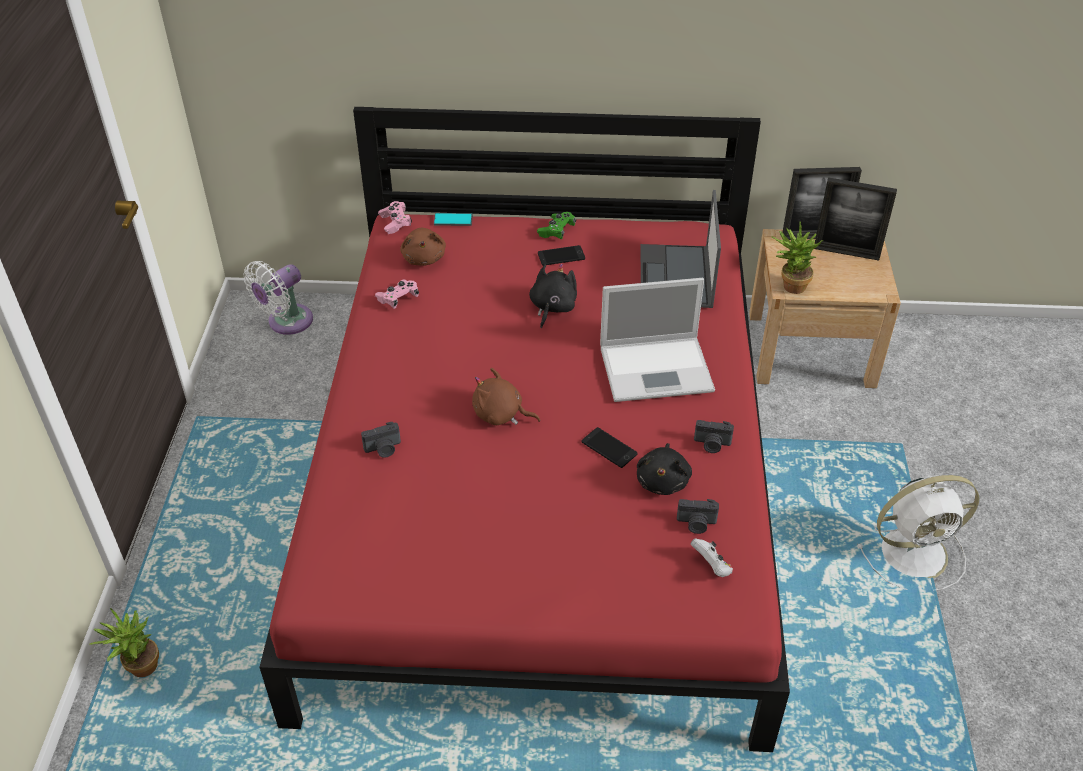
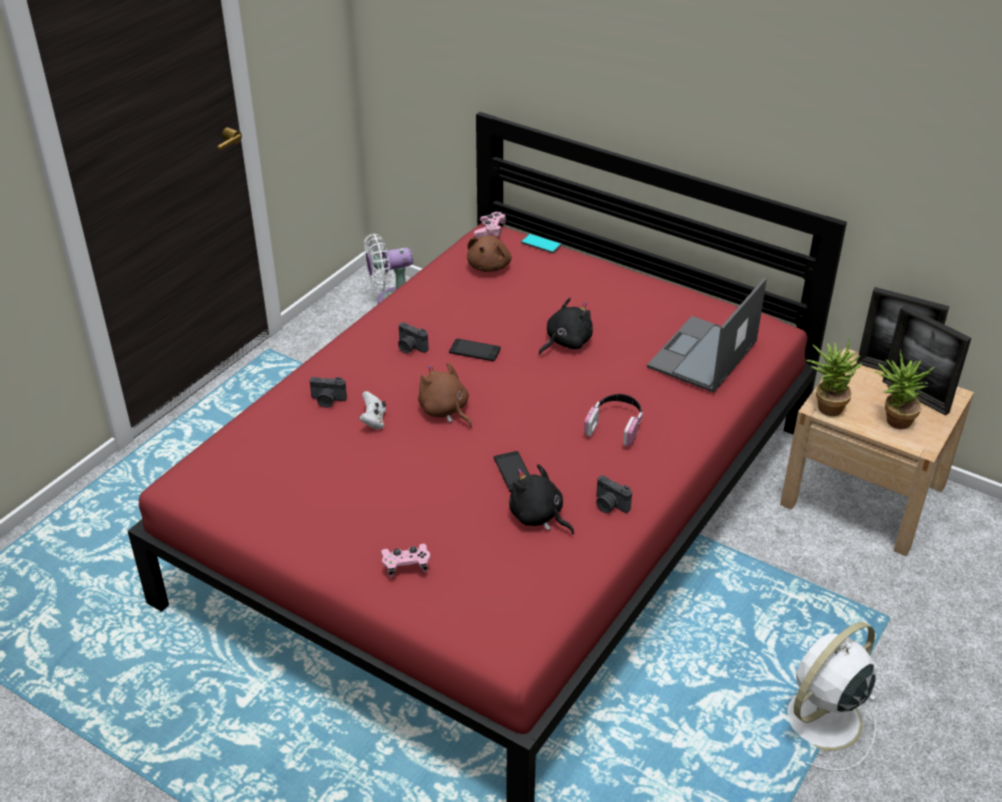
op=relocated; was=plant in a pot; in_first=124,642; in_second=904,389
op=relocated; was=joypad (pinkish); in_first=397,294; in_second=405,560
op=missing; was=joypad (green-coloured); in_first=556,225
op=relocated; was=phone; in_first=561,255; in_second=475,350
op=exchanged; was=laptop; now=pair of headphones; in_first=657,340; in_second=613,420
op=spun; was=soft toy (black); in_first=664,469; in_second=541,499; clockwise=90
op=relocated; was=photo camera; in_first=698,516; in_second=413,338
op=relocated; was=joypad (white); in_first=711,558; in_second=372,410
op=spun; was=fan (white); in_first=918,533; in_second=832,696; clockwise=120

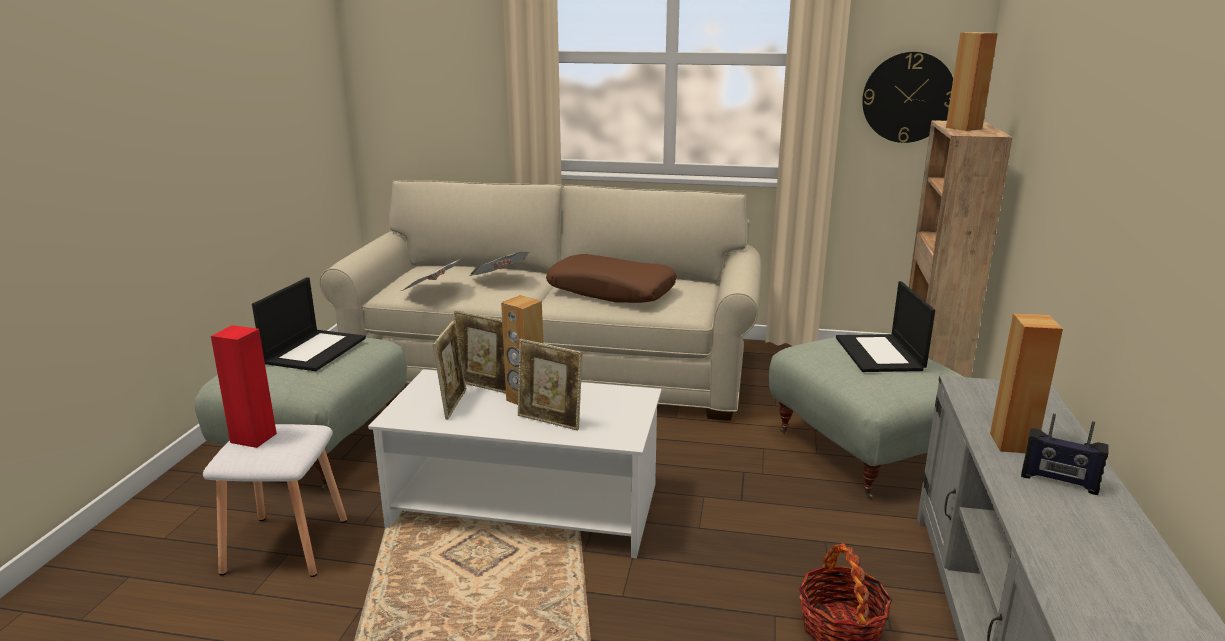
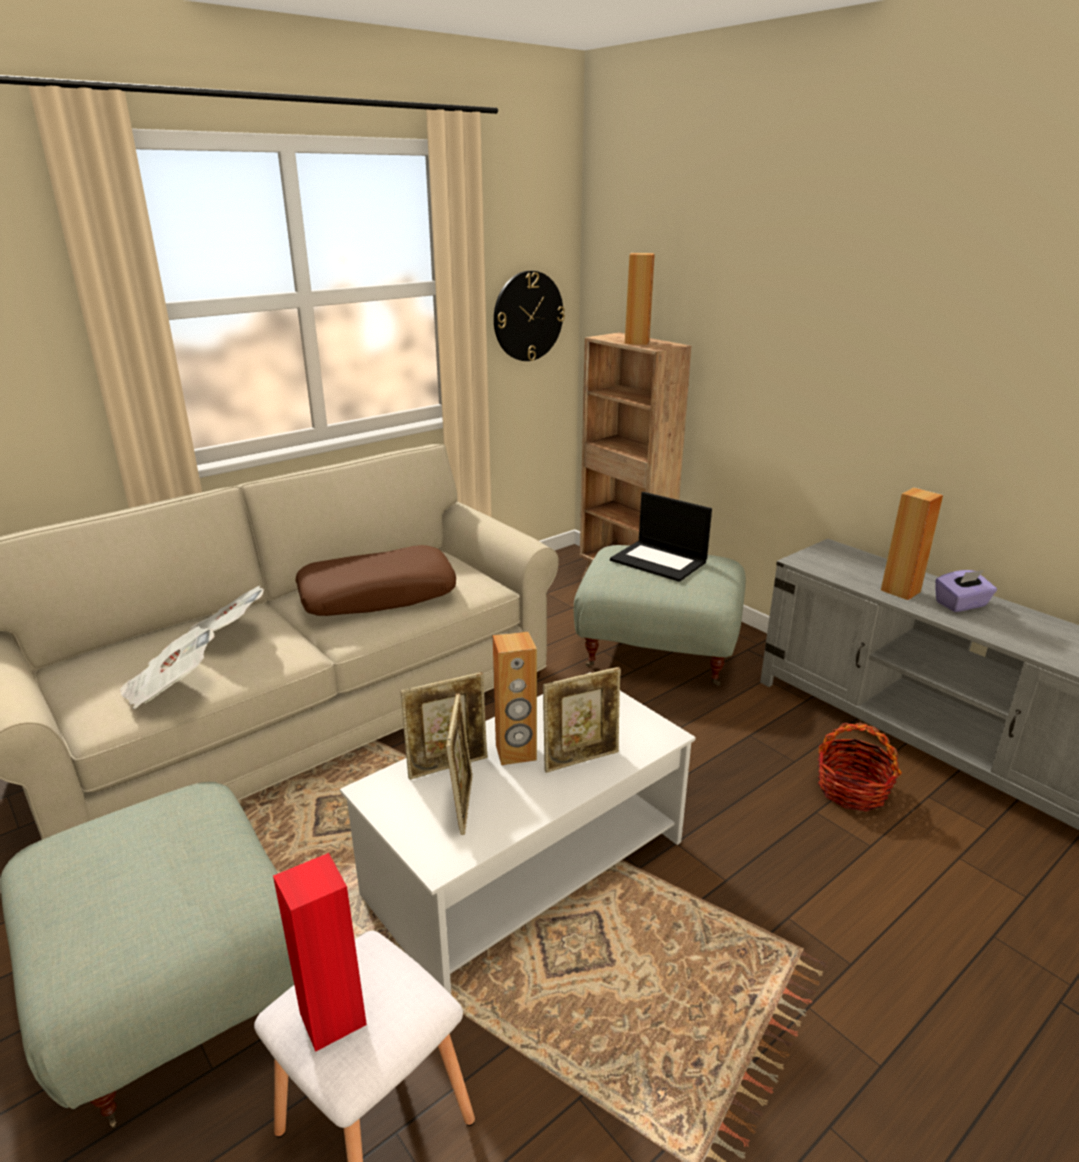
op=missing; was=laptop; in_first=309,324
op=spun; was=photo frame; in_first=449,370; in_second=459,764; clockwise=45
op=exchanged; was=radio; now=tissue holder (purple); in_first=1064,454; in_second=966,591

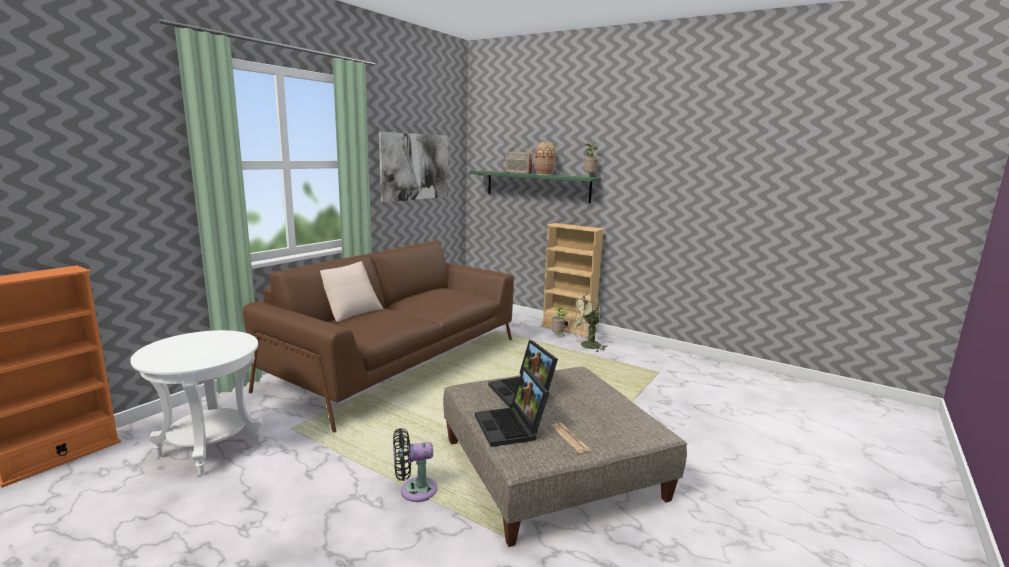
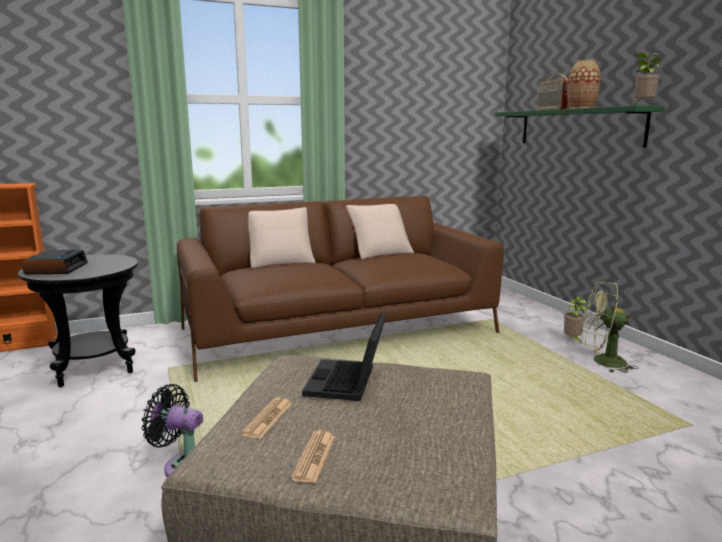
op=colour; was=accent table (white); now=accent table (black); in_first=196,403; in_second=78,320
op=missing; was=wall picture; in_first=413,167
op=exchanged; was=laptop; now=newspaper; in_first=512,407; in_second=266,418
op=missing; was=bookshelf (beige-coloured); in_first=572,280
op=appeared; now=table clock; in_second=55,262
op=appeared; now=cushion (beige-coloured); in_second=380,231

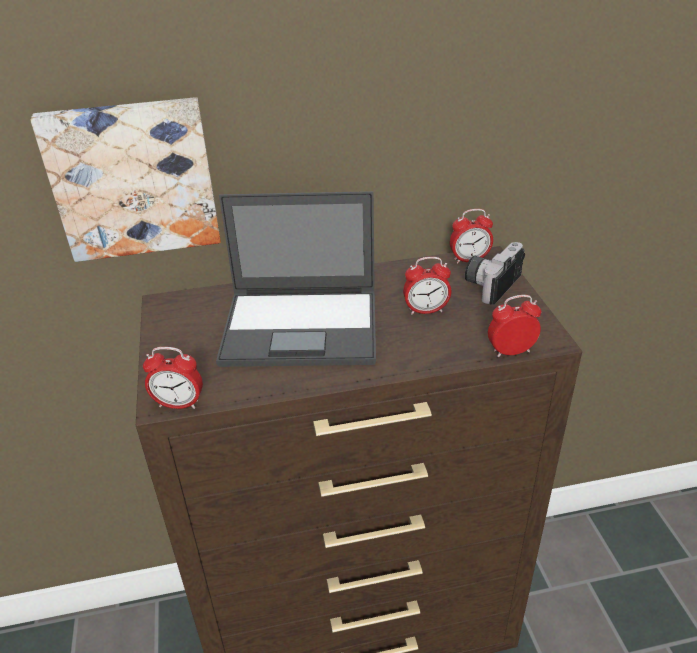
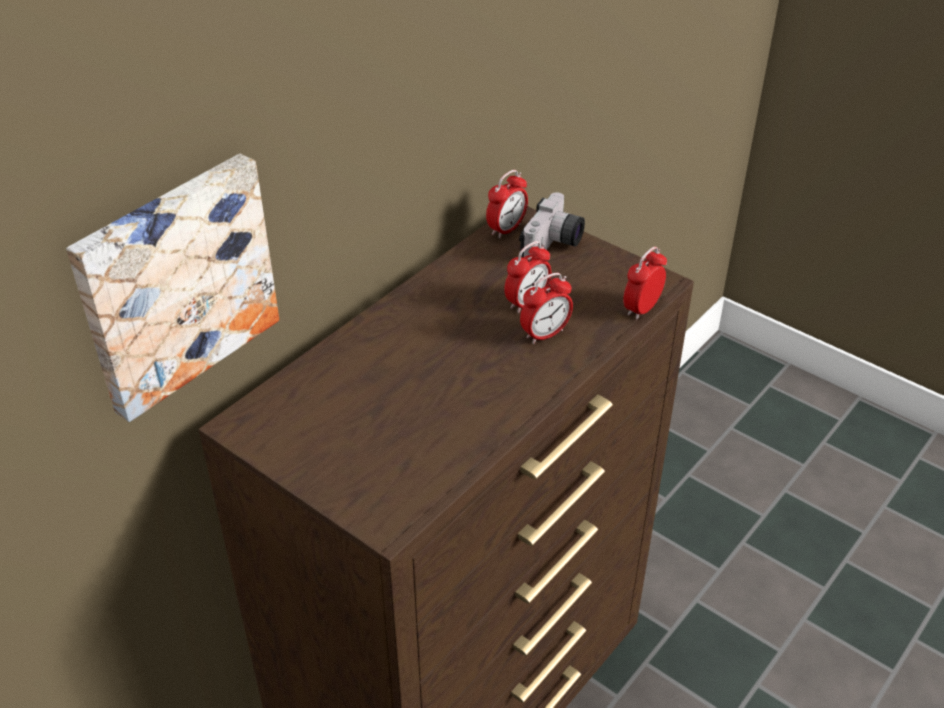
op=relocated; was=table clock; in_first=173,378; in_second=546,308
op=missing; was=laptop; in_first=296,279
op=spun; was=photo camera; in_first=495,273; in_second=552,224; clockwise=-150

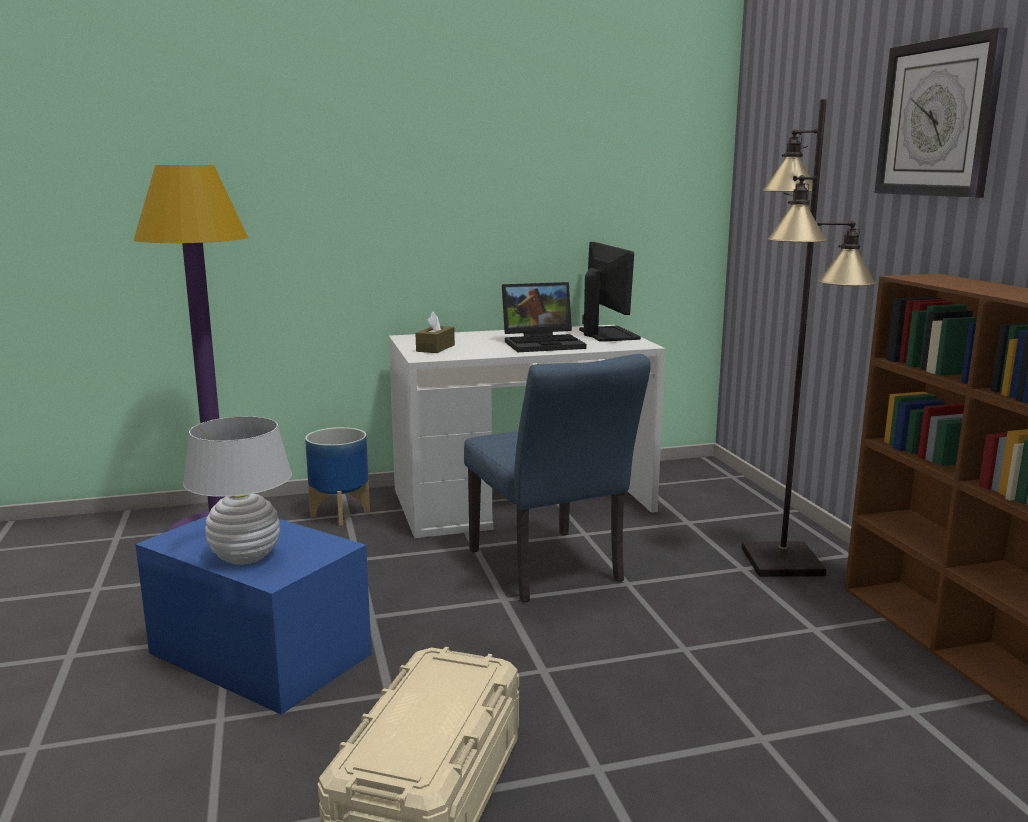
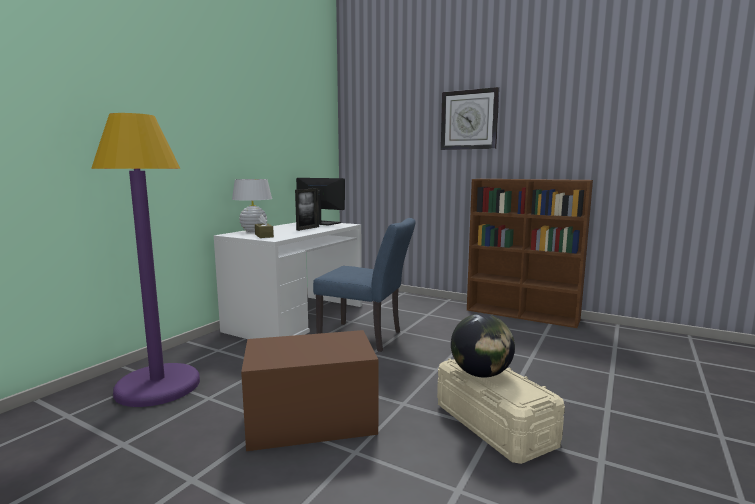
op=colour; was=storage bin (blue); now=storage bin (brownish); in_first=253,615; in_second=309,390
op=relocated; was=table lamp (white); in_first=237,490; in_second=252,205
op=missing; was=flower pot; in_first=337,476
op=exchanged; was=laptop; now=photo frame; in_first=544,317; in_second=307,209
op=missing; was=standing lamp (black); in_first=808,338
op=appeared; now=globe; in_second=483,346

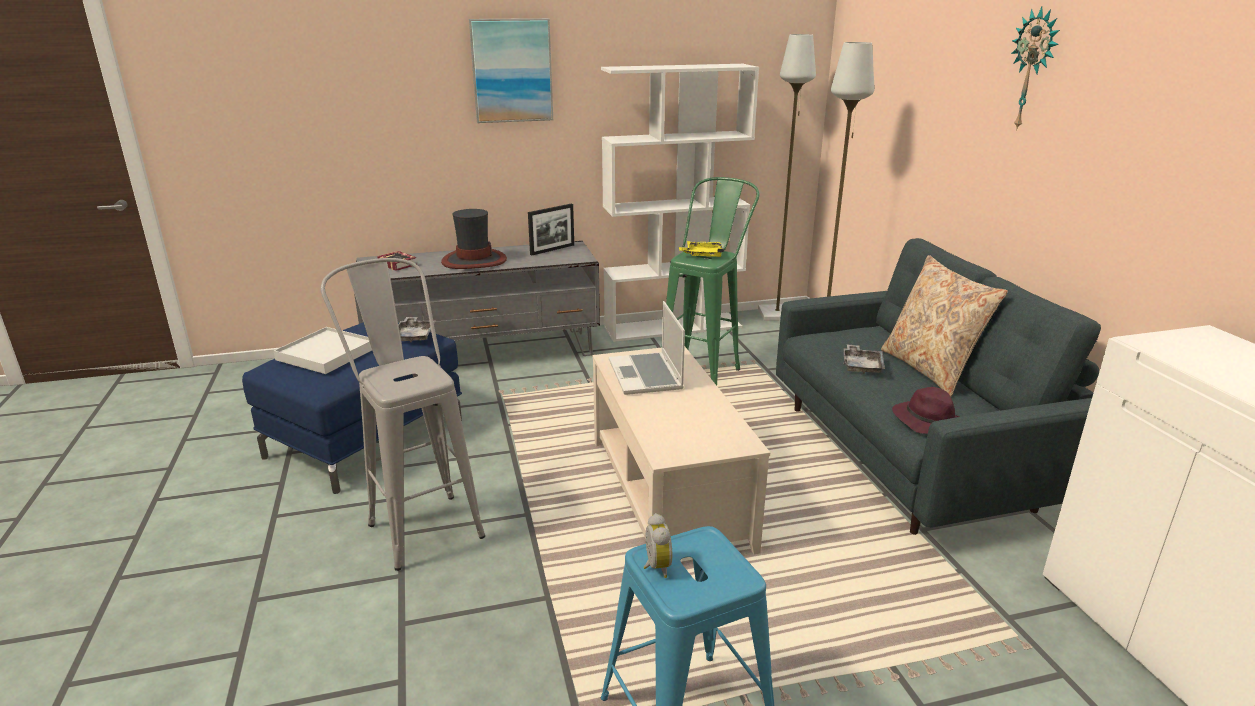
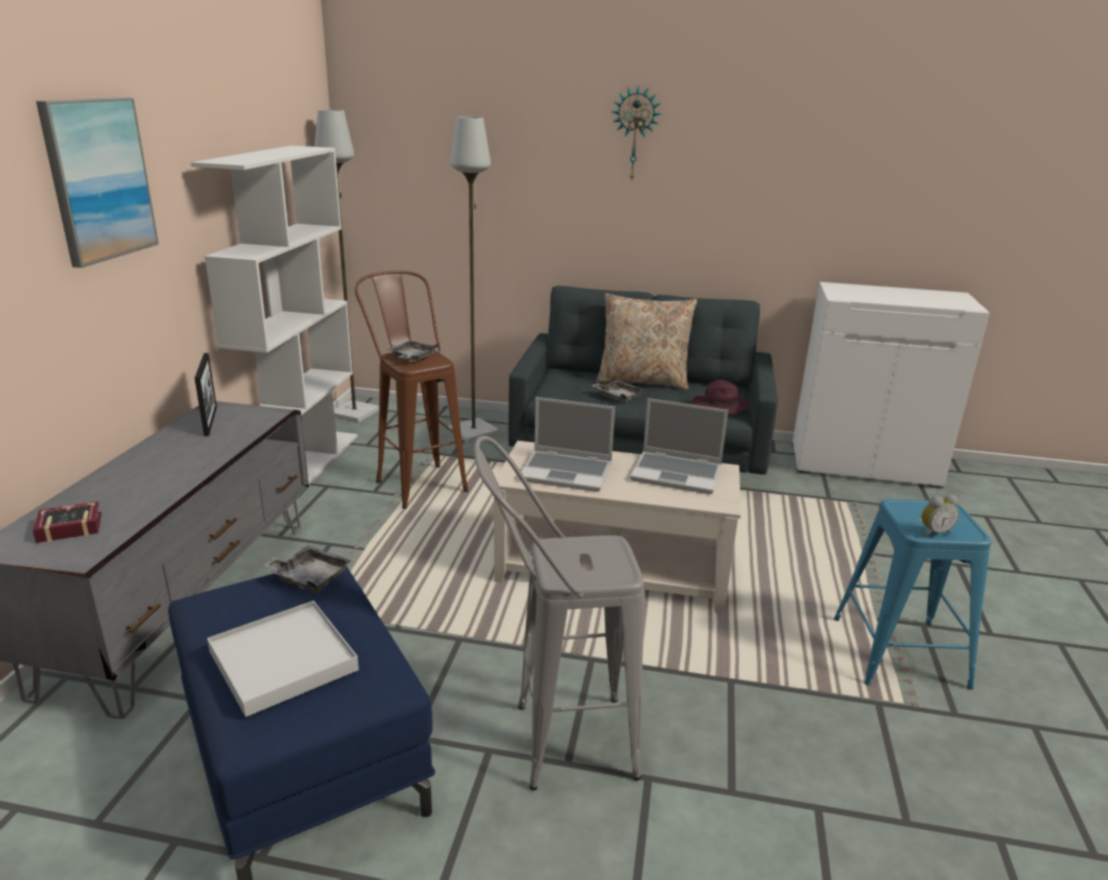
op=missing; was=clothing hat; in_first=474,239
op=spun; was=table clock; in_first=657,545; in_second=940,515; clockwise=150
op=colour; was=stool (green-coloured); now=stool (brownish); in_first=712,281; in_second=411,389
op=colour; was=carrying tray (yellow-coloured); now=carrying tray (grey); in_first=701,249; in_second=412,351
op=appeared; now=laptop; in_second=679,446

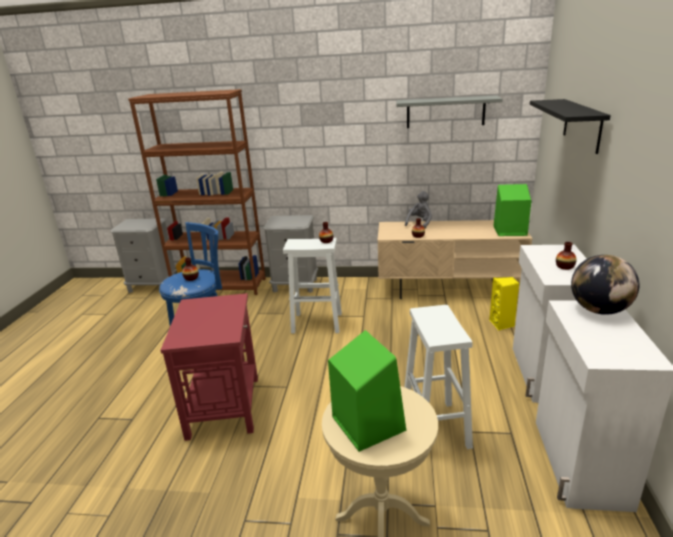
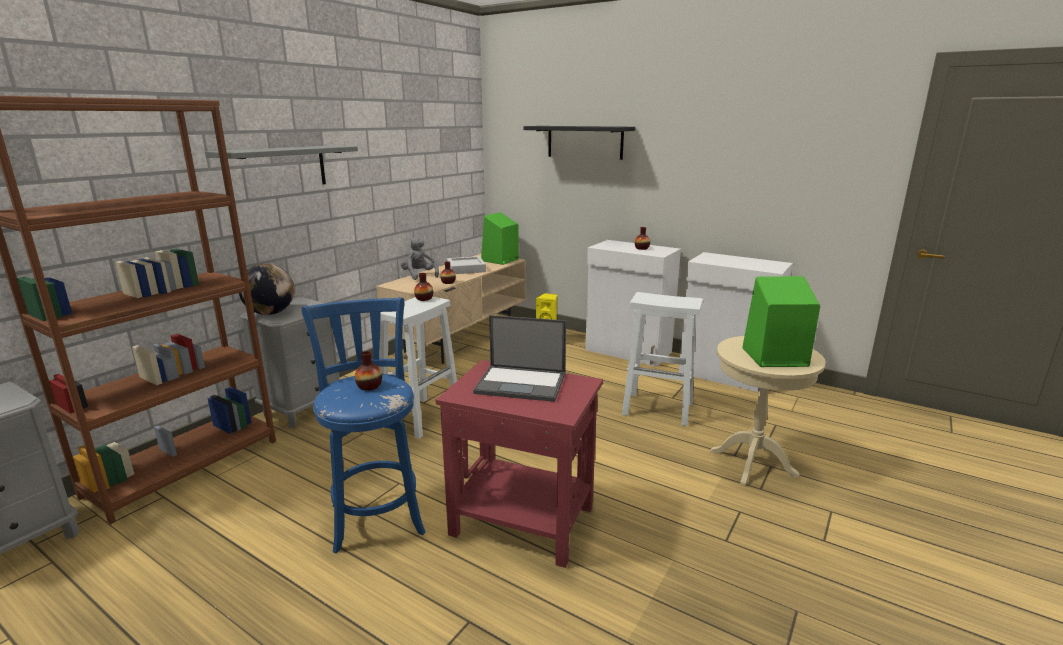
op=relocated; was=wall shelf (grey); in_first=450,111; in_second=281,164
op=relocated; was=globe; in_first=605,285; in_second=266,289
op=appeared; now=carrying tray (grey); in_second=466,265
op=appeared; now=laptop; in_second=519,358

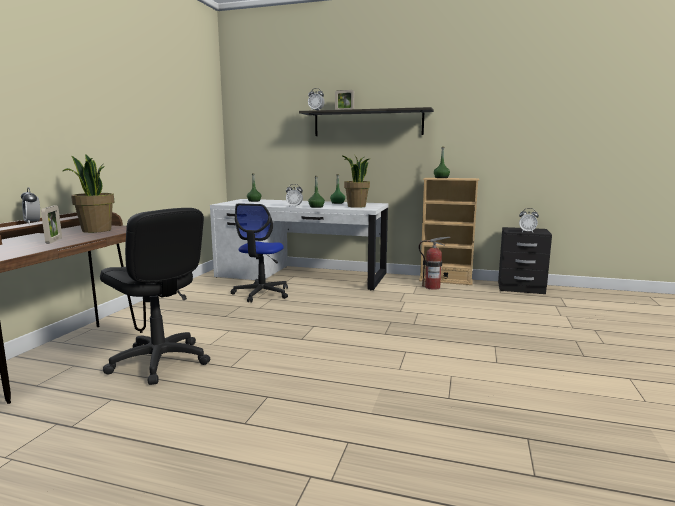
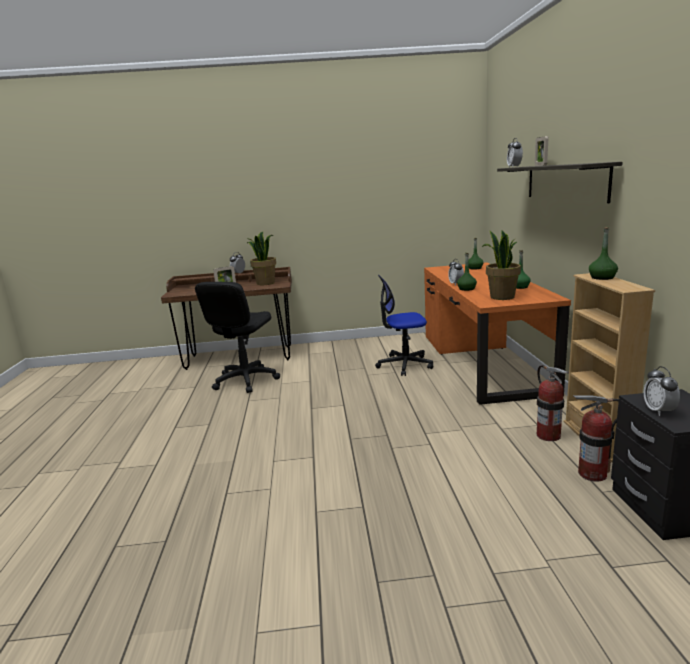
op=colour; was=desk table (white); now=desk table (orange-coloured); in_first=299,244; in_second=497,333
op=appeared; now=extinguisher; in_second=596,438

